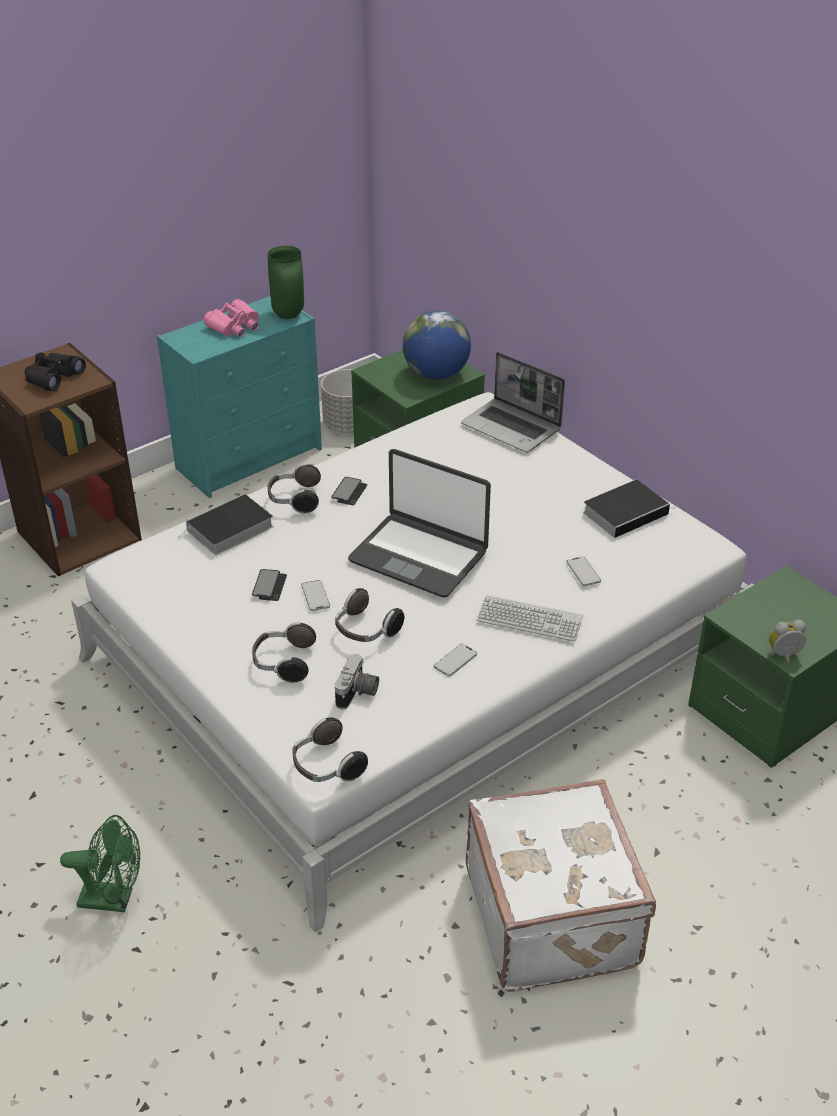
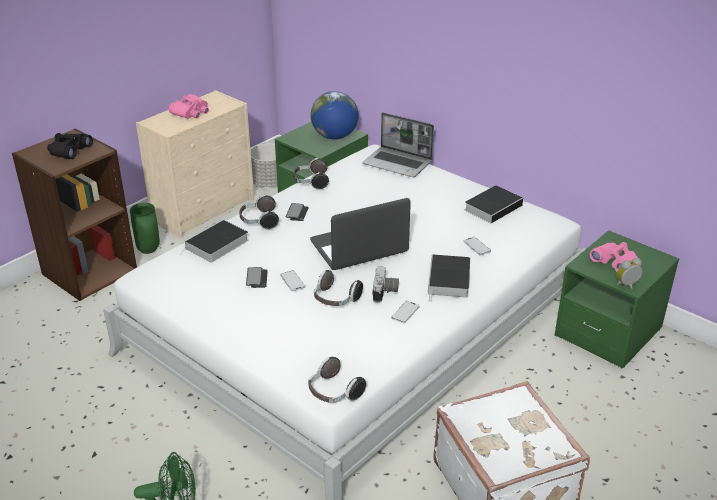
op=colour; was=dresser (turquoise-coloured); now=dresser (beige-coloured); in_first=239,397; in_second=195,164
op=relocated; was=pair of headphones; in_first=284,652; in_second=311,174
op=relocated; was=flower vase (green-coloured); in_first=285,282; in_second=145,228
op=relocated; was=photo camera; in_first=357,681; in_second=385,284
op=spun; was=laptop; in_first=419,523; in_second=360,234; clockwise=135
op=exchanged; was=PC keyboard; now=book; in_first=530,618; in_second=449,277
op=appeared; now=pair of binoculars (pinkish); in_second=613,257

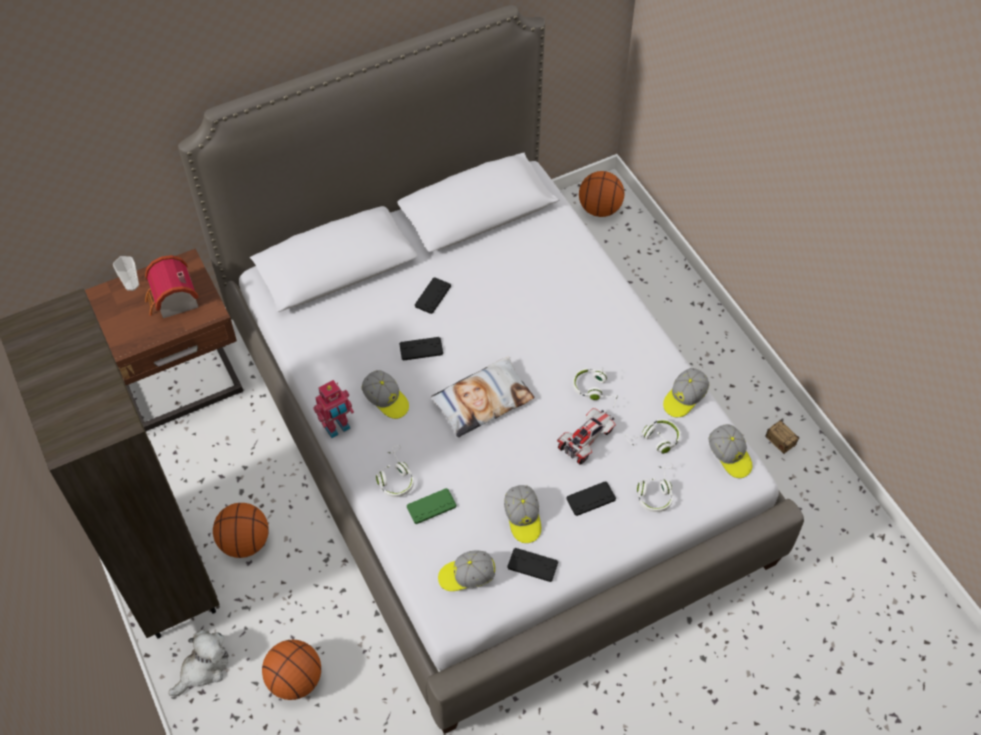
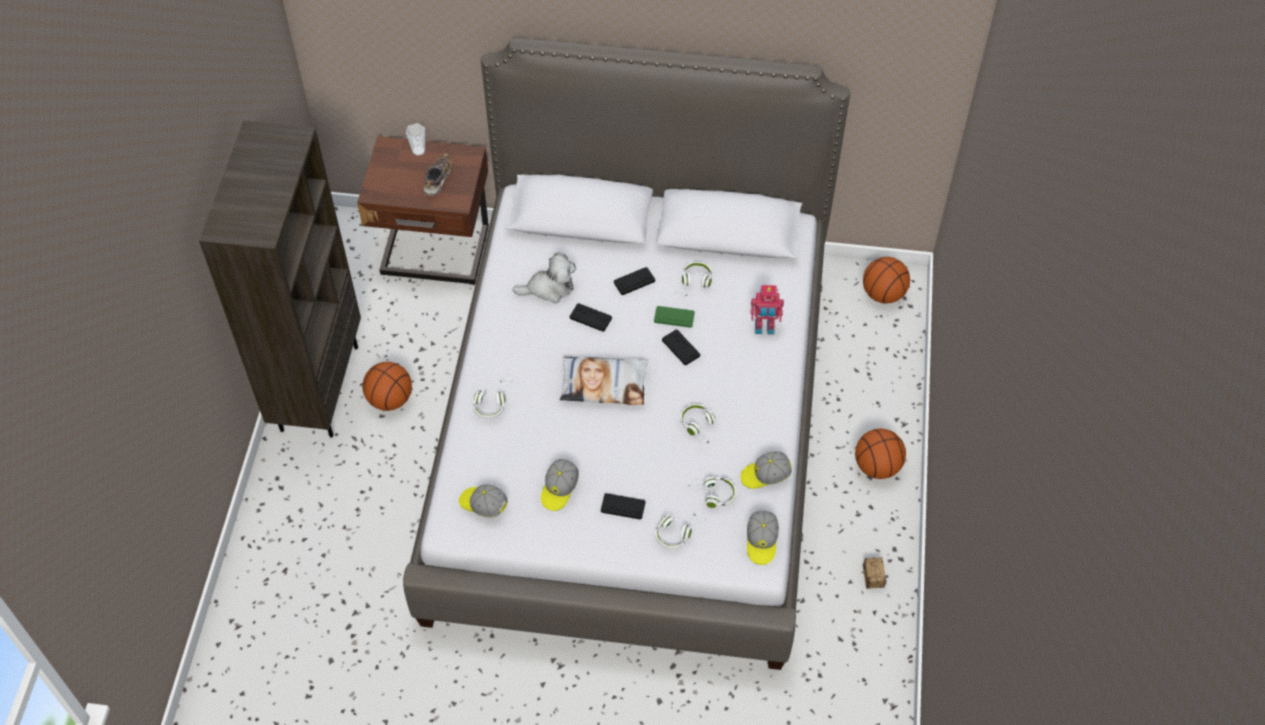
op=exchanged; was=miniature house; now=low shoe; in_first=172,286; in_second=438,175
op=relocated; was=soft toy; in_first=198,662; in_second=544,278
op=relocated; was=ball for basketball; in_first=291,670; in_second=880,454
op=relocated; was=robot figure; in_first=333,409; in_second=767,310
op=missing; was=peaked cap; in_first=385,394
op=relocated; was=joypad (green-coloured); in_first=431,506; in_second=674,317
op=relocated; was=joypad (black); in_first=532,565; in_second=681,347
op=missing; was=toy car; in_first=586,436
op=appeared; now=pair of headphones (white); in_second=694,279

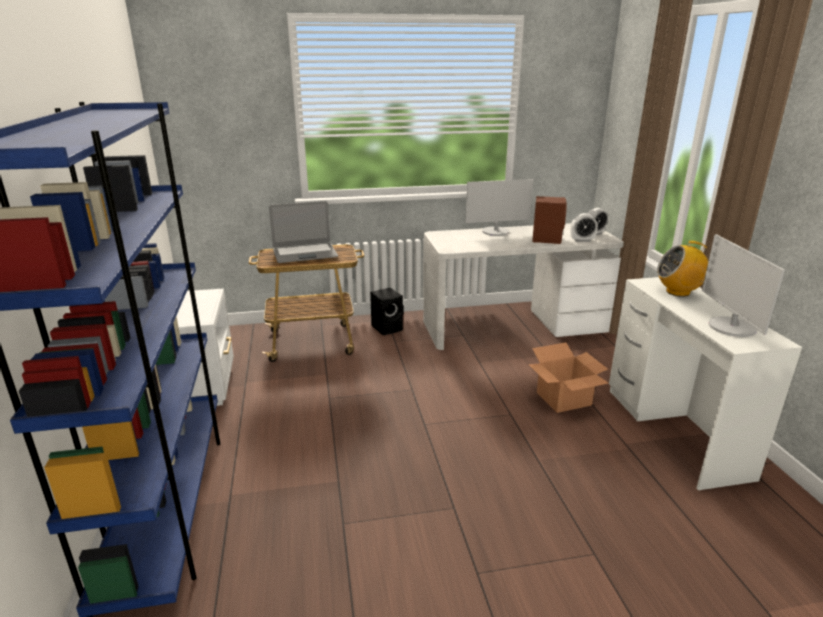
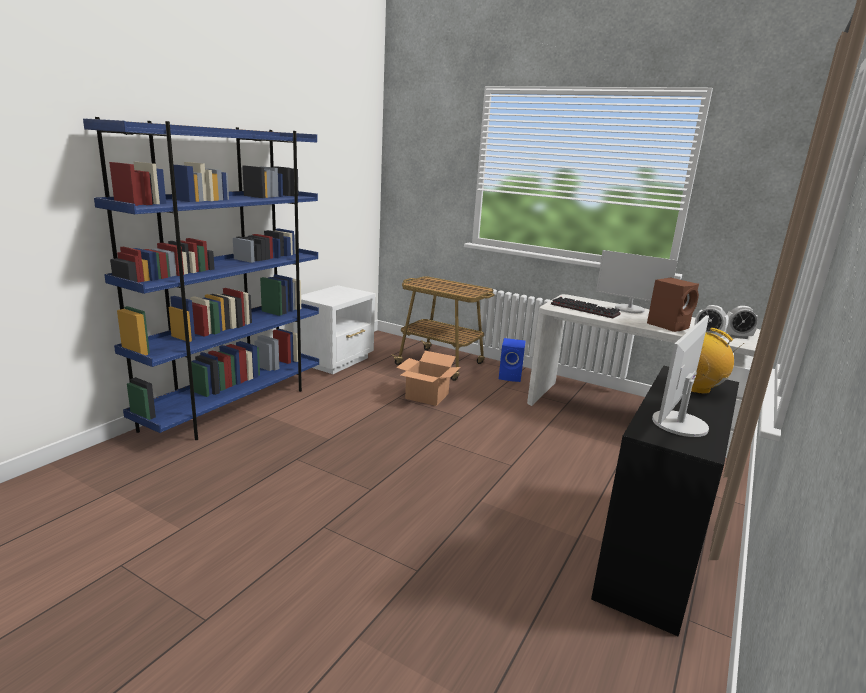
op=missing; was=laptop; in_first=303,232
op=colour; was=audio speaker (black); now=audio speaker (blue); in_first=387,311; in_second=512,360
op=relocated; was=carton; in_first=568,377; in_second=428,378
op=colour; was=desk table (white); now=desk table (black); in_first=705,383; in_second=665,501
op=appeared; now=PC keyboard; in_second=585,308

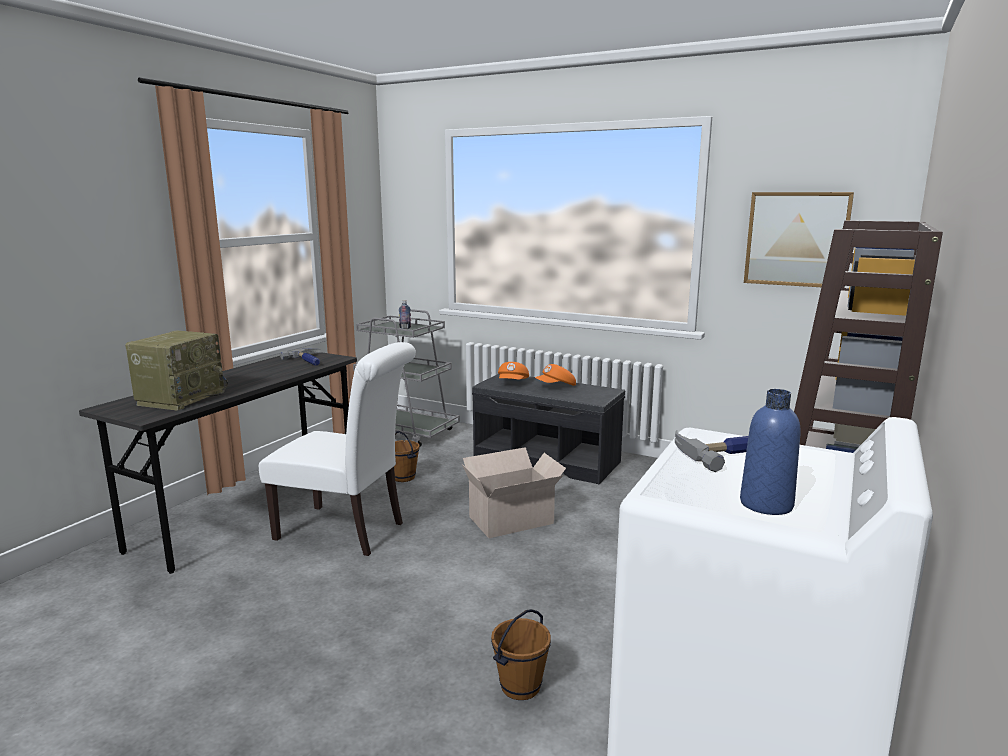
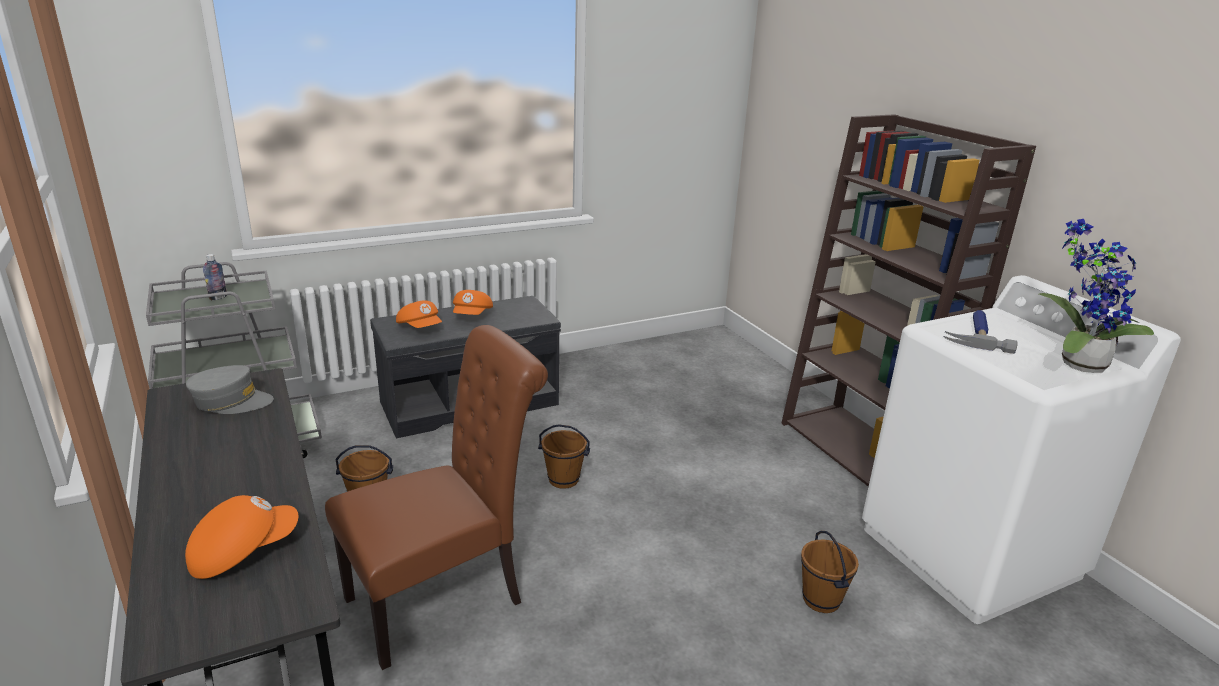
op=exchanged; was=radio; now=peaked cap (orange-coloured); in_first=176,371; in_second=241,537
op=colour; was=plain chair (white); now=plain chair (brownish); in_first=337,449; in_second=436,497
op=exchanged; was=hammer; now=peaked cap (grey); in_first=300,357; in_second=230,389
op=exchanged; was=carton; now=water bucket (brownish); in_first=514,492; in_second=564,456
op=exchanged; was=beverage bottle (blue); now=plant in a pot; in_first=770,452; in_second=1096,296
op=missing; was=wall picture; in_first=799,239

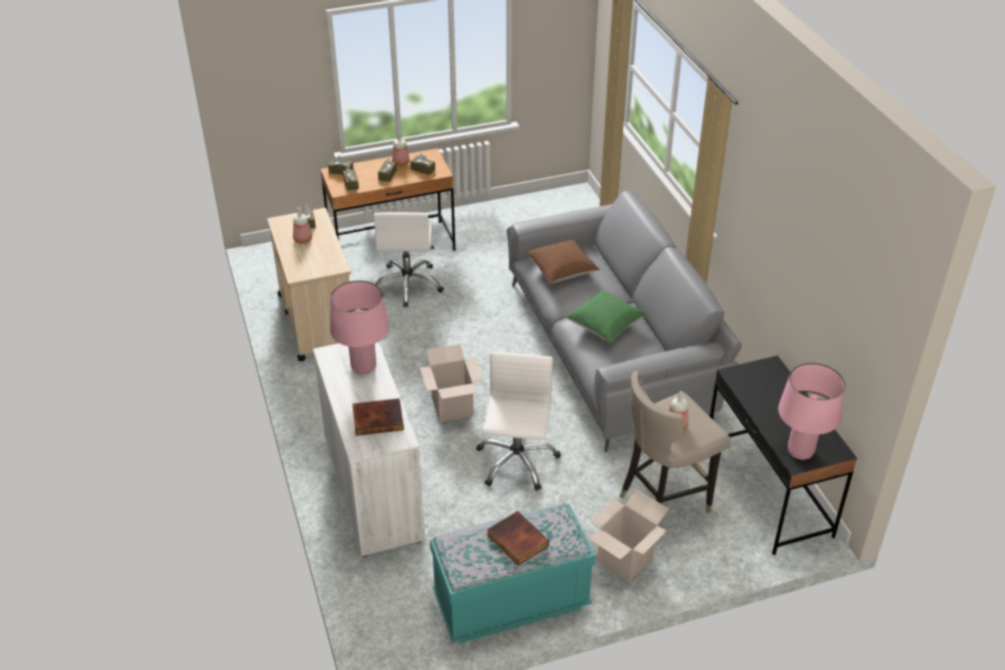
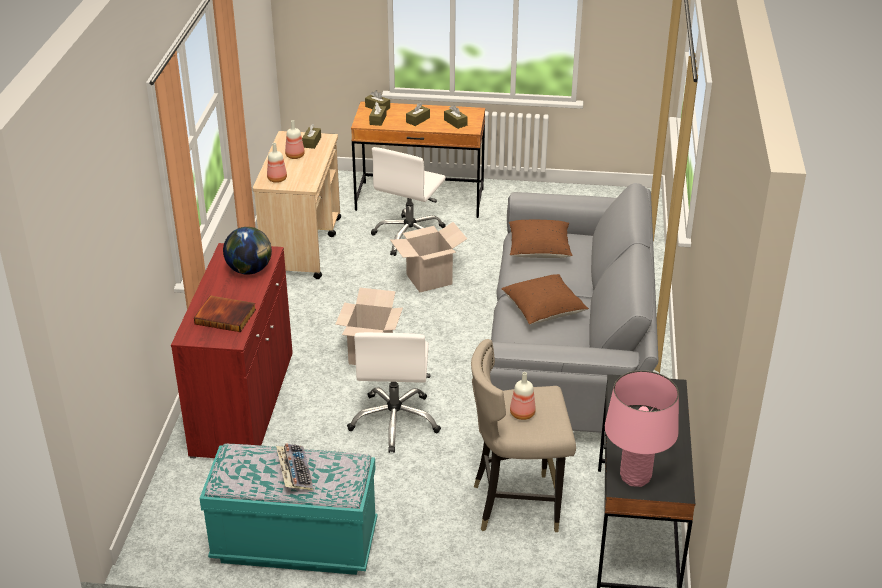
op=colour; was=cupboard (white); now=cupboard (reddish); in_first=369,450; in_second=232,351
op=exchanged; was=table lamp (pinkish); now=globe; in_first=359,327; in_second=247,251
op=relocated; was=beverage bottle; in_first=401,149; in_second=277,163
op=spun; was=computer chair (white); in_first=518,421; in_second=394,392; clockwise=150
op=exchanged; was=book; now=PC keyboard; in_first=518,538; in_second=294,467
op=colour; was=cushion (green-coloured); now=cushion (brownish); in_first=606,316; in_second=545,299
op=relocated; was=carton; in_first=628,535; in_second=428,257

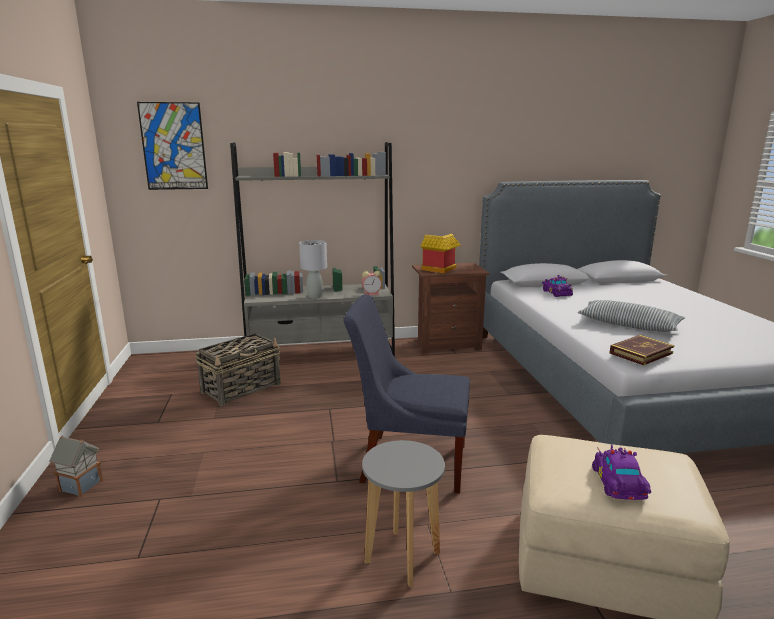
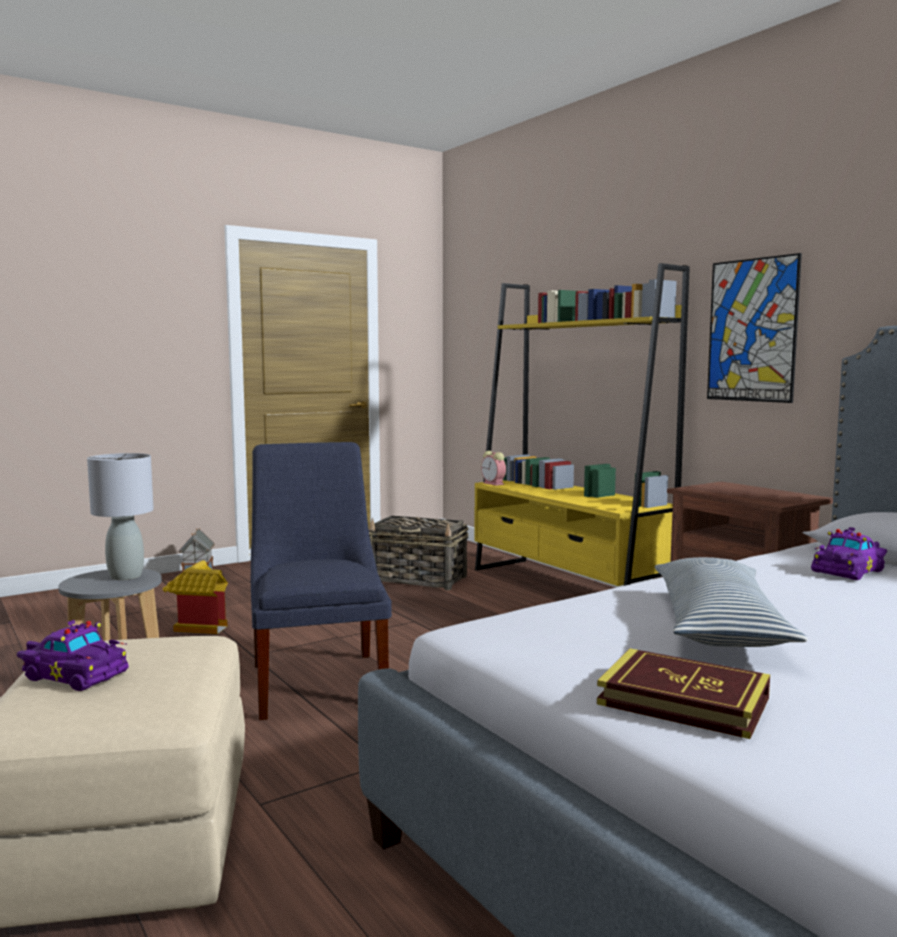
op=relocated; was=wall picture; in_first=172,146; in_second=754,328
op=colour; was=bookshelf (grey); now=bookshelf (yellow-coloured); in_first=312,249; in_second=582,424
op=relocated; was=table lamp (grey); in_first=313,269; in_second=120,516
op=relocated; was=table clock; in_first=372,283; in_second=493,468
op=relocated; was=miniature house; in_first=440,253; in_second=195,597
op=spun; was=toy car (purple); in_first=621,472; in_second=73,655; clockwise=45
op=relocated; was=book; in_first=641,350; in_second=683,693

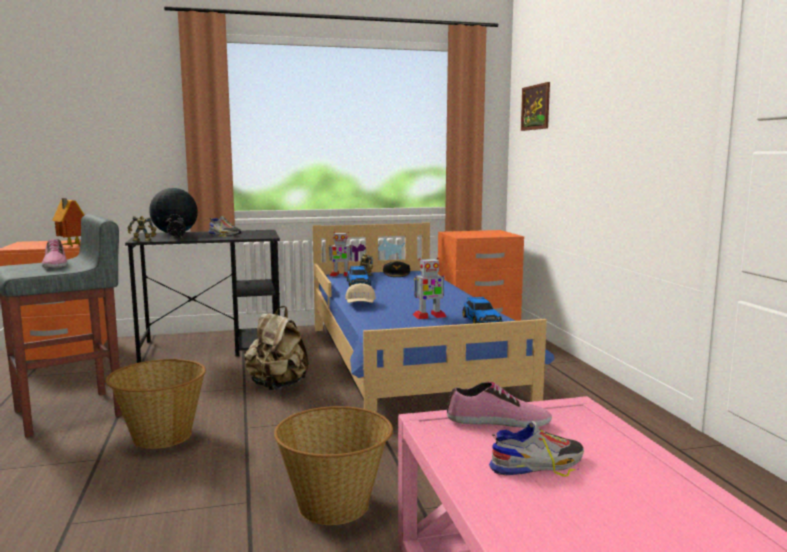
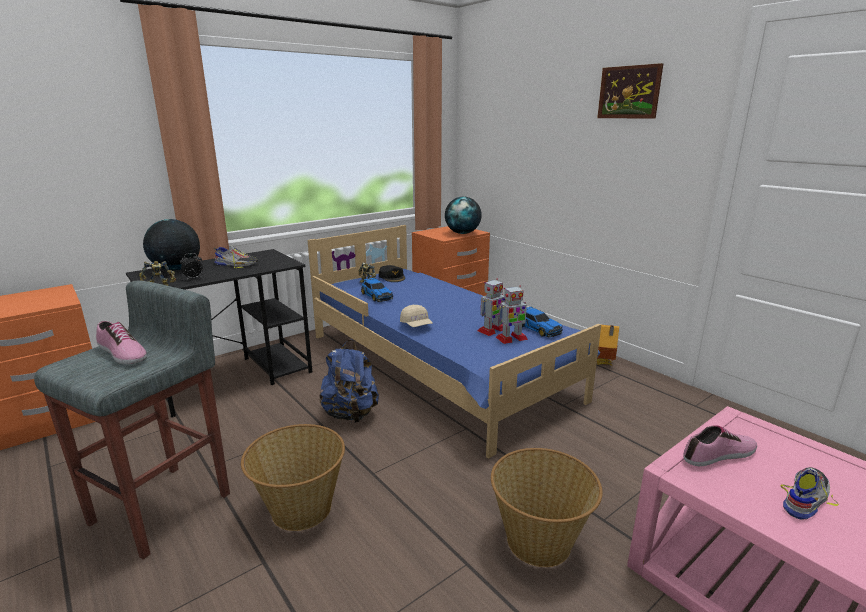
op=relocated; was=miniature house; in_first=68,222; in_second=608,345
op=colour; was=knapsack (beige-coloured); now=knapsack (blue); in_first=276,348; in_second=349,381
op=relocated; was=robot figure; in_first=341,254; in_second=512,315
op=relocated; was=wall picture; in_first=535,106; in_second=630,91
op=appeared; now=globe; in_second=463,215

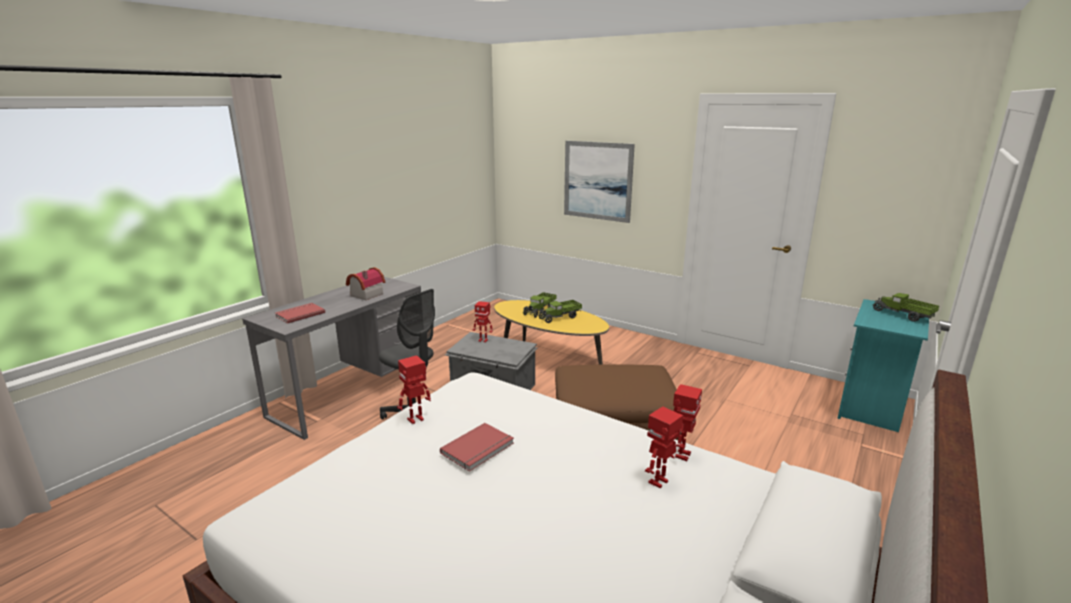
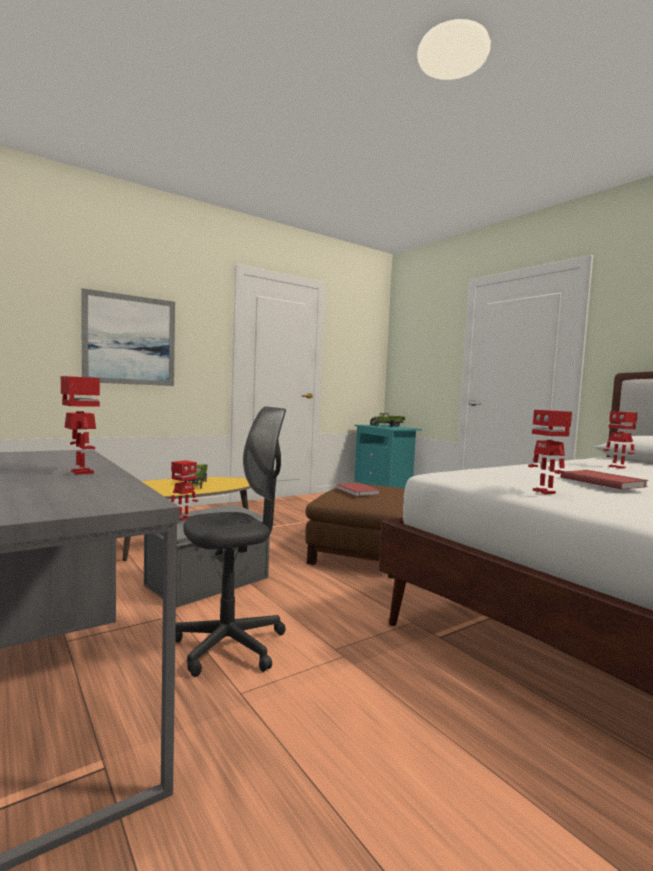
op=relocated; was=book (reddish); in_first=300,313; in_second=358,489
op=missing; was=miniature house; in_first=366,283
op=missing; was=toy truck; in_first=540,305
op=relocated; was=robot figure; in_first=687,422; in_second=80,425

